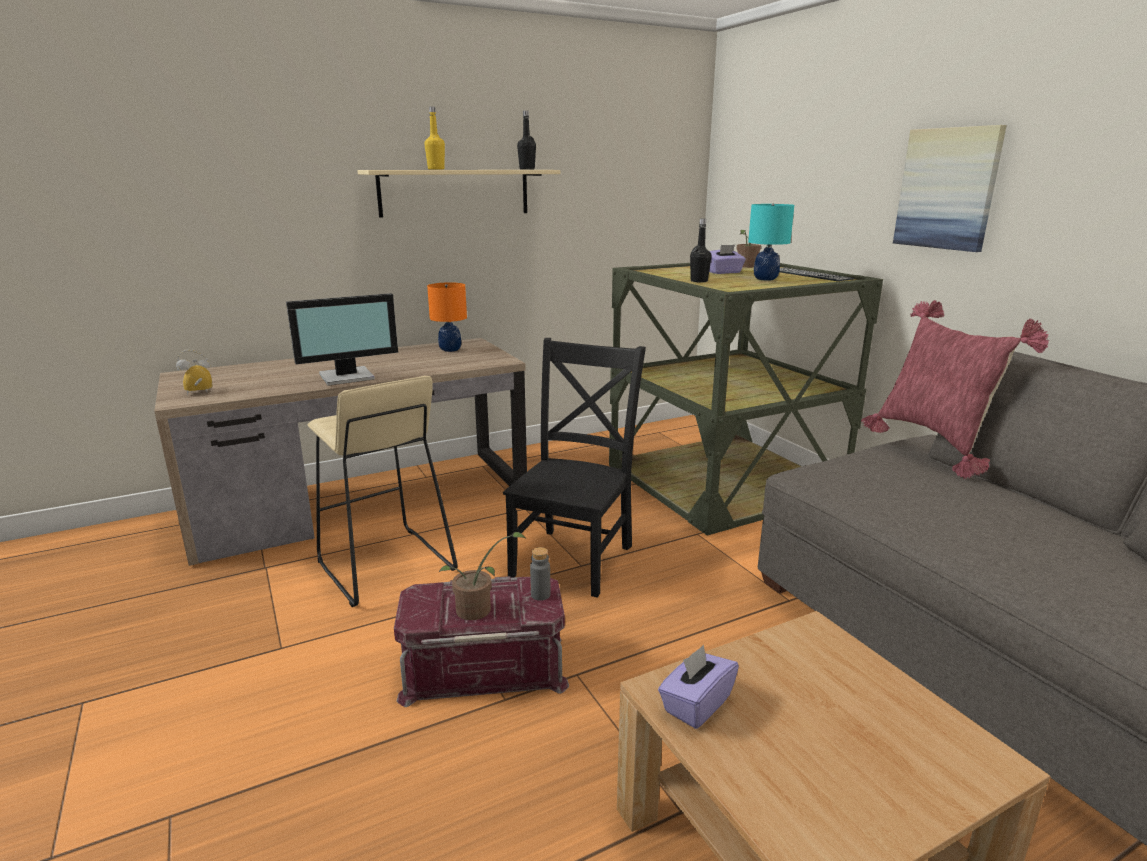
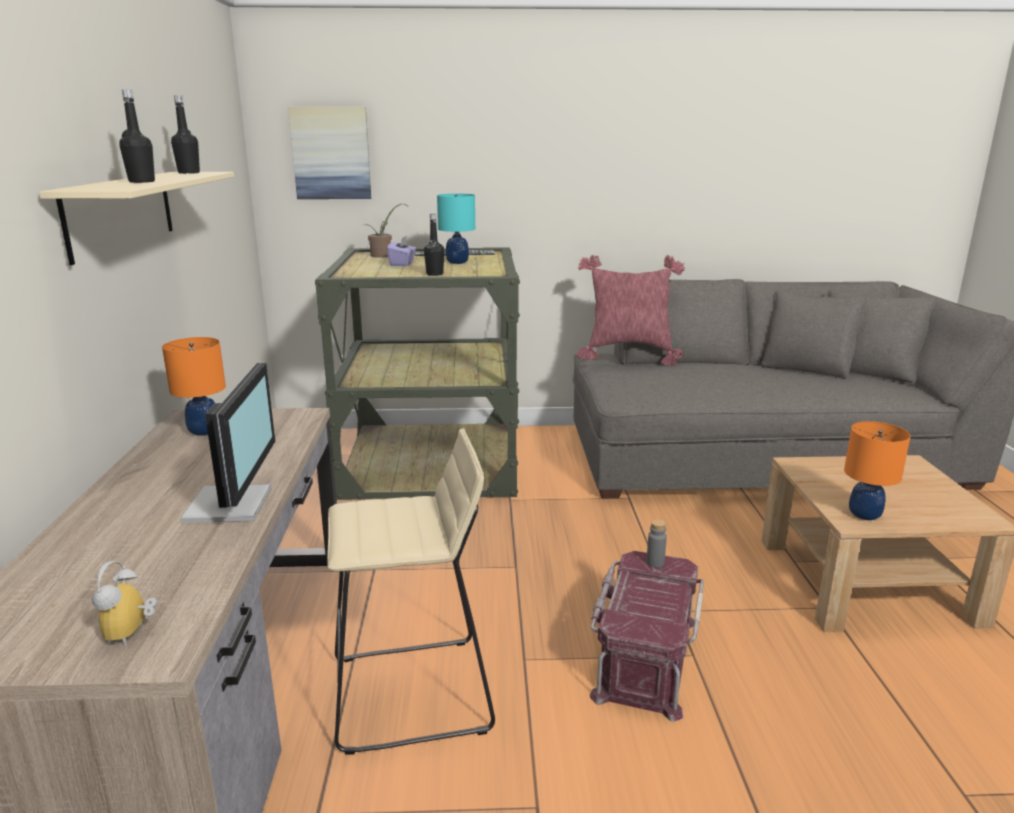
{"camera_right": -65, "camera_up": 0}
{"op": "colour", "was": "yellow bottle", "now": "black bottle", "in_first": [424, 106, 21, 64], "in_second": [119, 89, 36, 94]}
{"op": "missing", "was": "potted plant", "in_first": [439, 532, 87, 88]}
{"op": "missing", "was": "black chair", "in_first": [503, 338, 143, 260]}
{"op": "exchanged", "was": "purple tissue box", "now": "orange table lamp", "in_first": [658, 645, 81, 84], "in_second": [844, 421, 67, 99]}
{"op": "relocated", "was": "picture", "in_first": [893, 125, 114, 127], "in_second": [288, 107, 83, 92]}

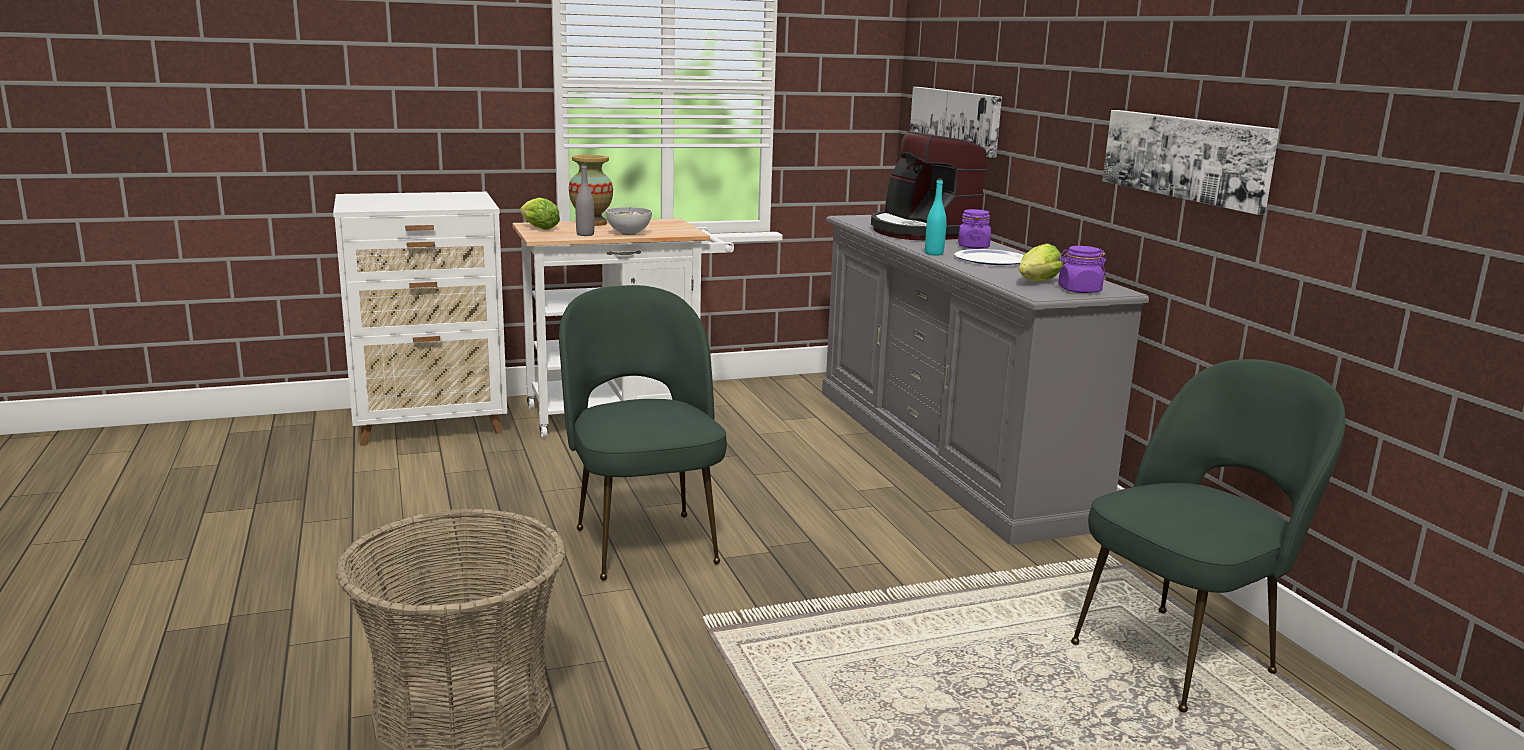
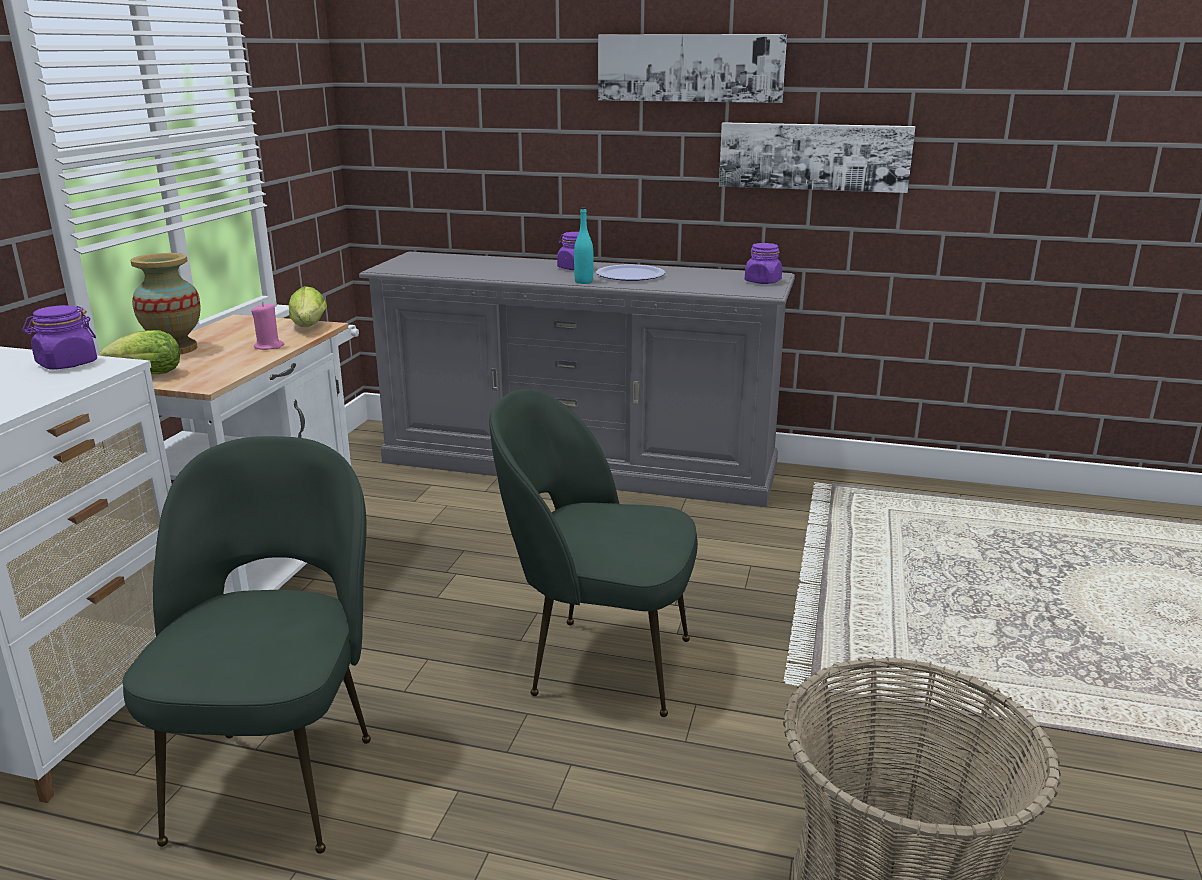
{"camera_right": -55, "camera_up": 5}
{"op": "missing", "was": "grey bottle", "in_first": [576, 164, 18, 72]}
{"op": "exchanged", "was": "bowl", "now": "pink candle", "in_first": [605, 207, 47, 28], "in_second": [251, 302, 33, 48]}
{"op": "missing", "was": "coffee machine", "in_first": [871, 131, 115, 110]}
{"op": "relocated", "was": "picture", "in_first": [910, 87, 92, 71], "in_second": [598, 34, 189, 69]}
{"op": "relocated", "was": "lettuce", "in_first": [1019, 244, 44, 38], "in_second": [289, 286, 38, 41]}
{"op": "relocated", "was": "green chair", "in_first": [1071, 359, 274, 353], "in_second": [123, 436, 248, 418]}
{"op": "appeared", "now": "purple jar", "in_second": [22, 305, 75, 64]}

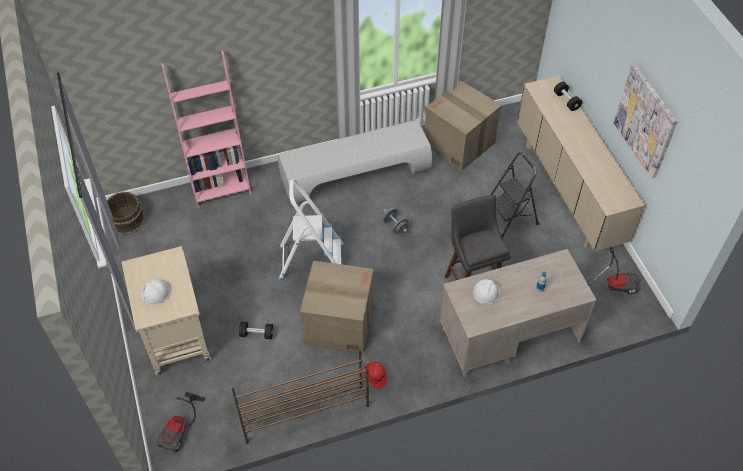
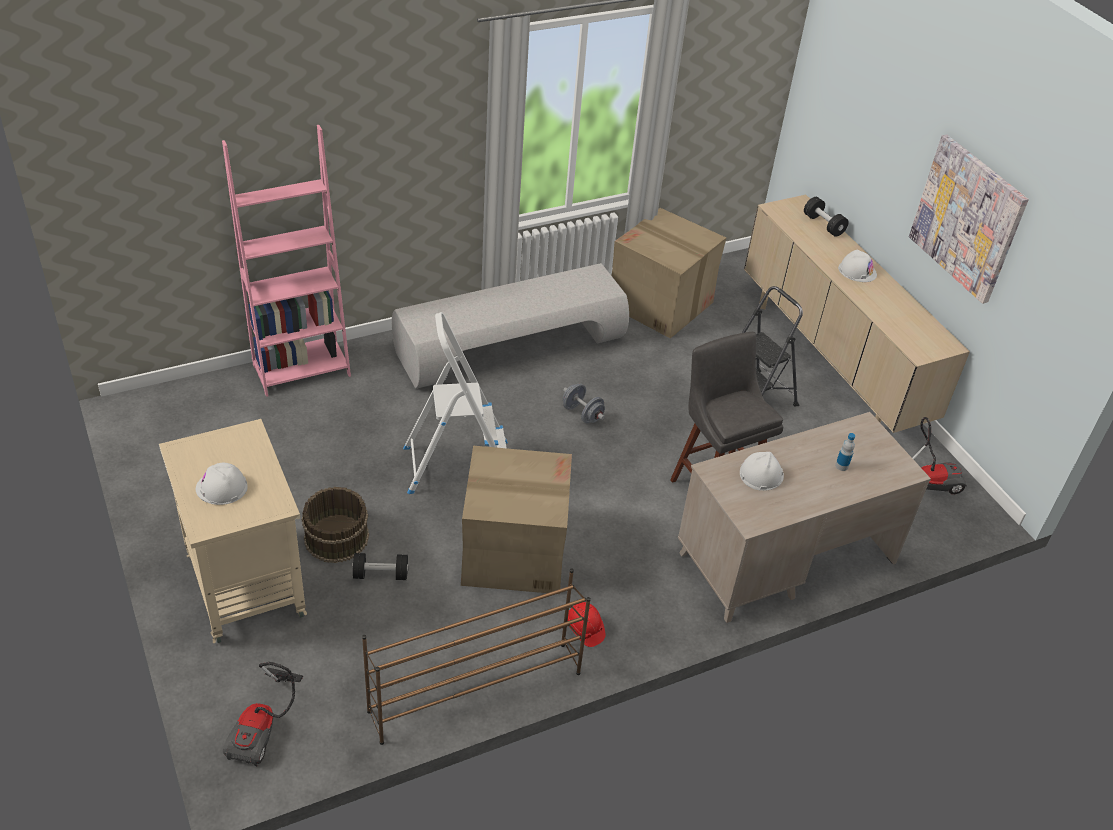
{"camera_right": -10, "camera_up": -10}
{"op": "relocated", "was": "brown bucket", "in_first": [107, 192, 38, 43], "in_second": [302, 487, 67, 76]}
{"op": "appeared", "now": "white hard hat", "in_second": [838, 250, 39, 32]}

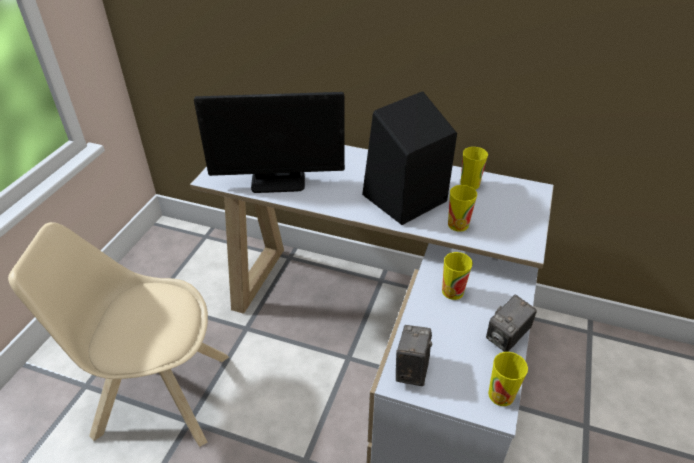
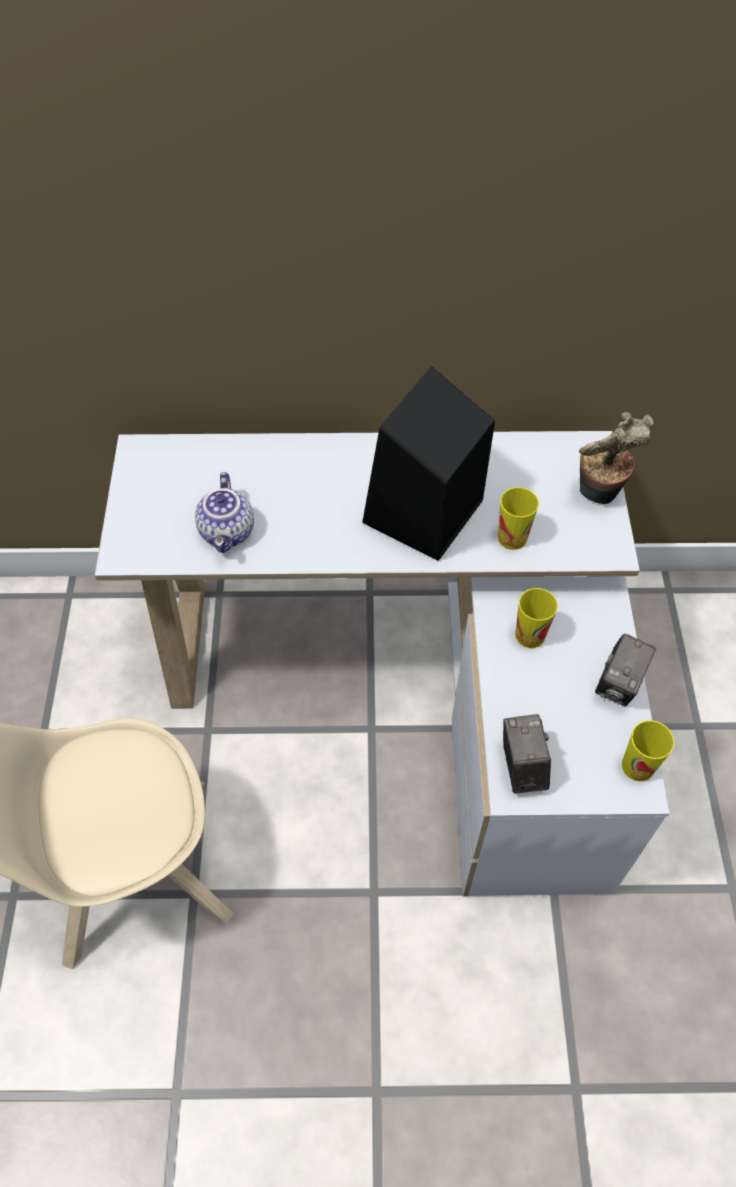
{"camera_right": -20, "camera_up": 15}
{"op": "exchanged", "was": "monitor", "now": "teapot", "in_first": [194, 92, 151, 101], "in_second": [195, 472, 59, 81]}
{"op": "missing", "was": "cup", "in_first": [461, 147, 27, 43]}
{"op": "appeared", "now": "potted plant", "in_second": [579, 412, 75, 92]}

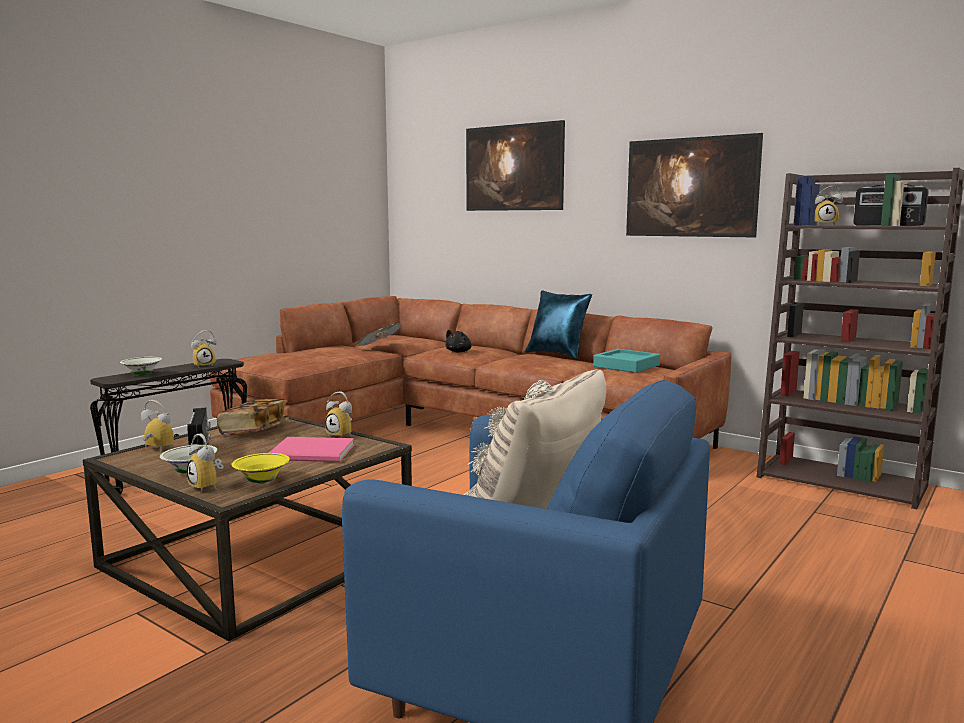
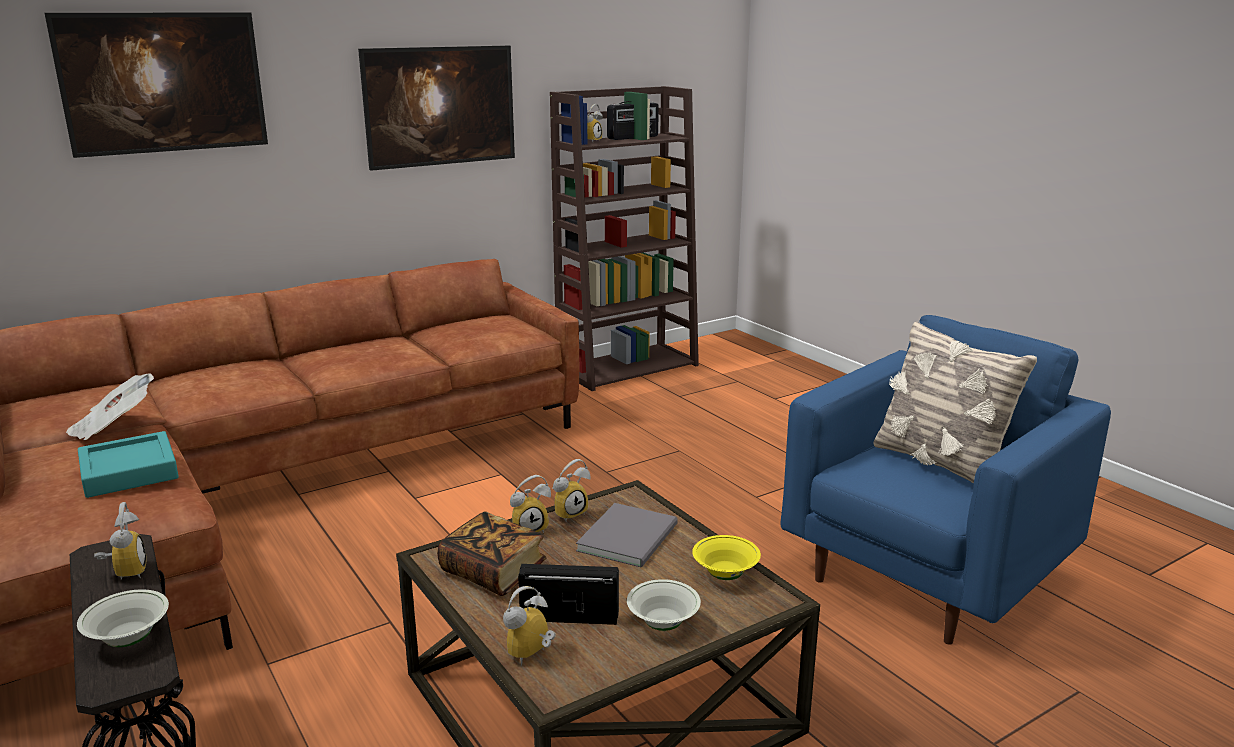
{"camera_right": -70, "camera_up": 10}
{"op": "relocated", "was": "alarm clock", "in_first": [187, 434, 37, 58], "in_second": [510, 475, 41, 58]}
{"op": "colour", "was": "pink book", "now": "grey book", "in_first": [269, 437, 85, 25], "in_second": [576, 503, 102, 64]}
{"op": "missing", "was": "black plush toy", "in_first": [445, 330, 27, 22]}
{"op": "missing", "was": "blue pillow", "in_first": [525, 290, 67, 70]}
{"op": "relocated", "was": "turquoise tray", "in_first": [593, 349, 67, 24], "in_second": [78, 431, 101, 67]}

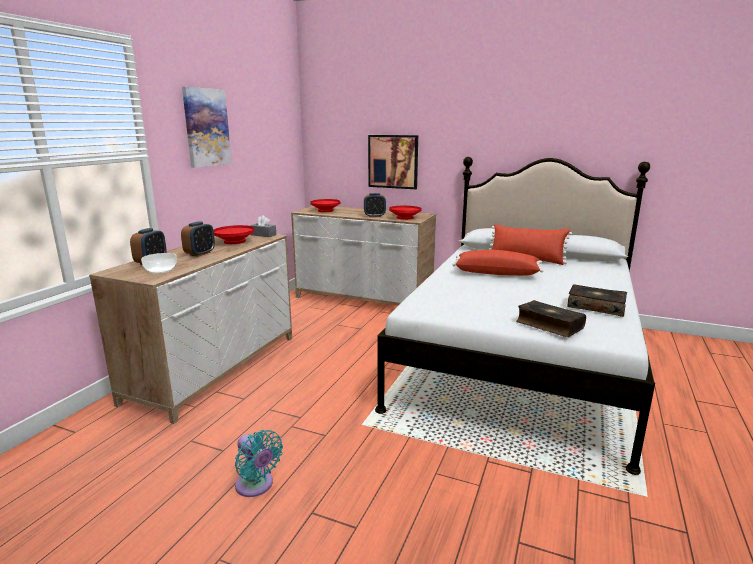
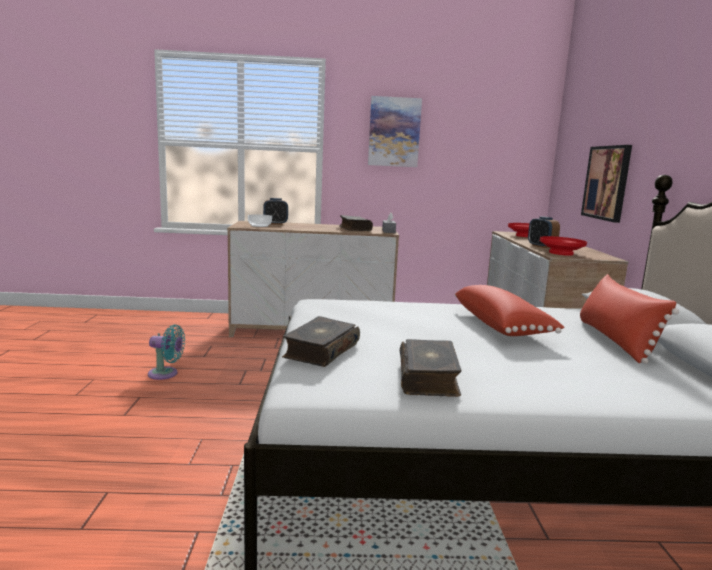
{"camera_right": 65, "camera_up": -5}
{"op": "missing", "was": "alarm clock", "in_first": [181, 221, 34, 36]}
{"op": "exchanged", "was": "red bowl", "now": "book", "in_first": [214, 225, 40, 19], "in_second": [339, 215, 34, 16]}
{"op": "spun", "was": "turquoise fan", "in_first": [235, 430, 48, 67], "in_second": [148, 324, 37, 56], "clockwise": -105}

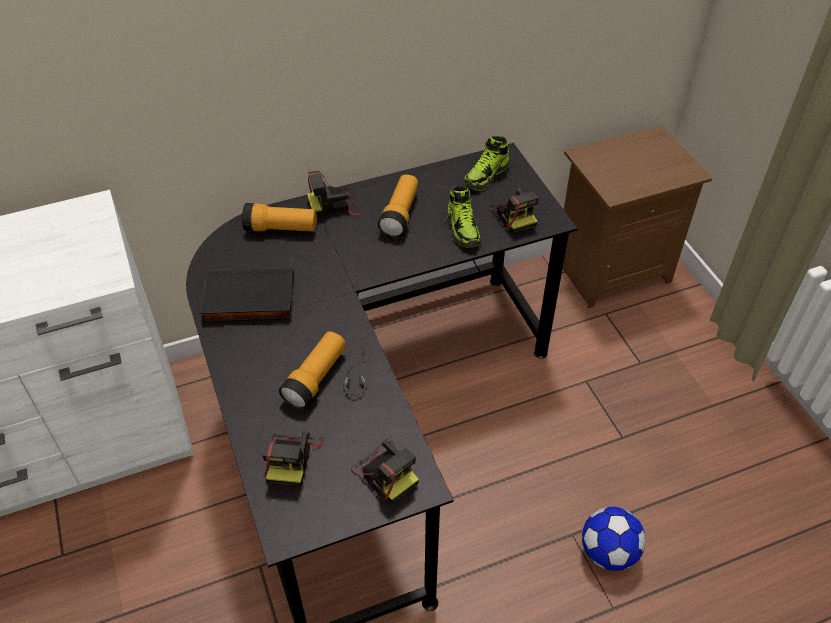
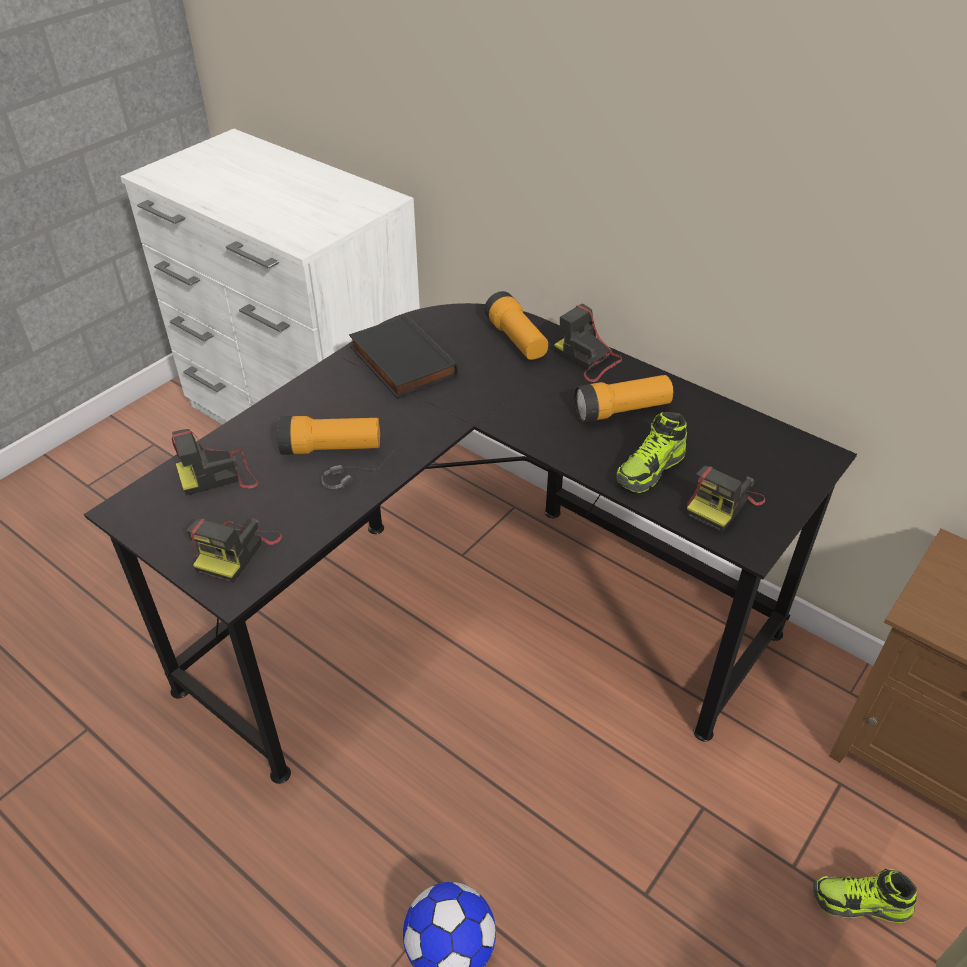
{"camera_right": 60, "camera_up": -5}
{"op": "relocated", "was": "shoe", "in_first": [464, 136, 45, 55], "in_second": [813, 869, 104, 54]}

